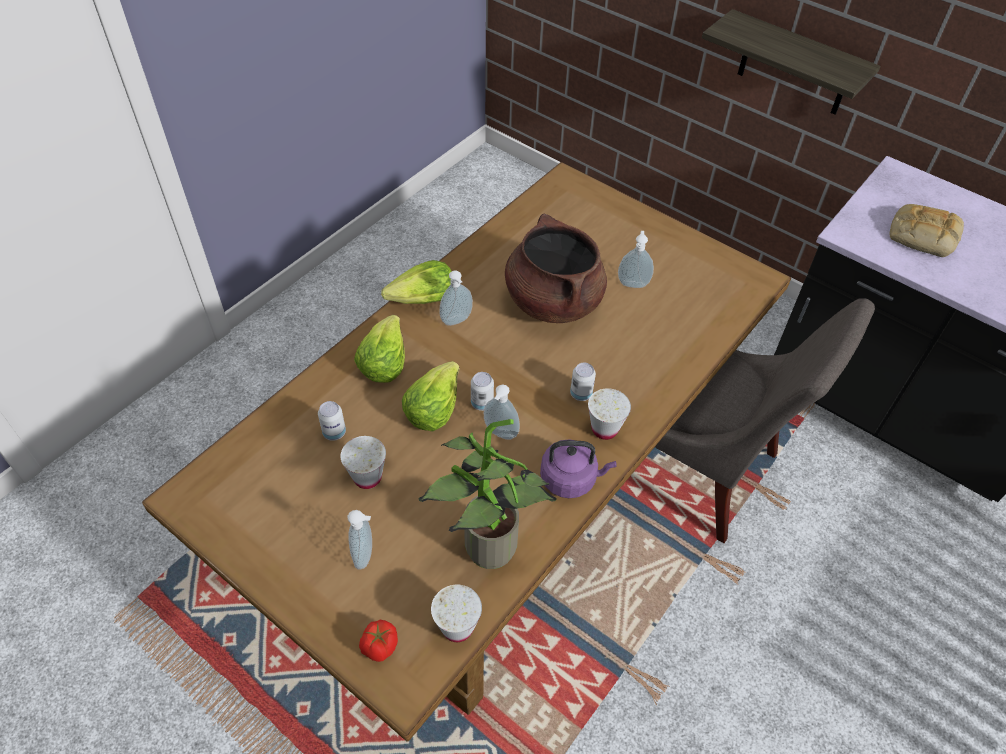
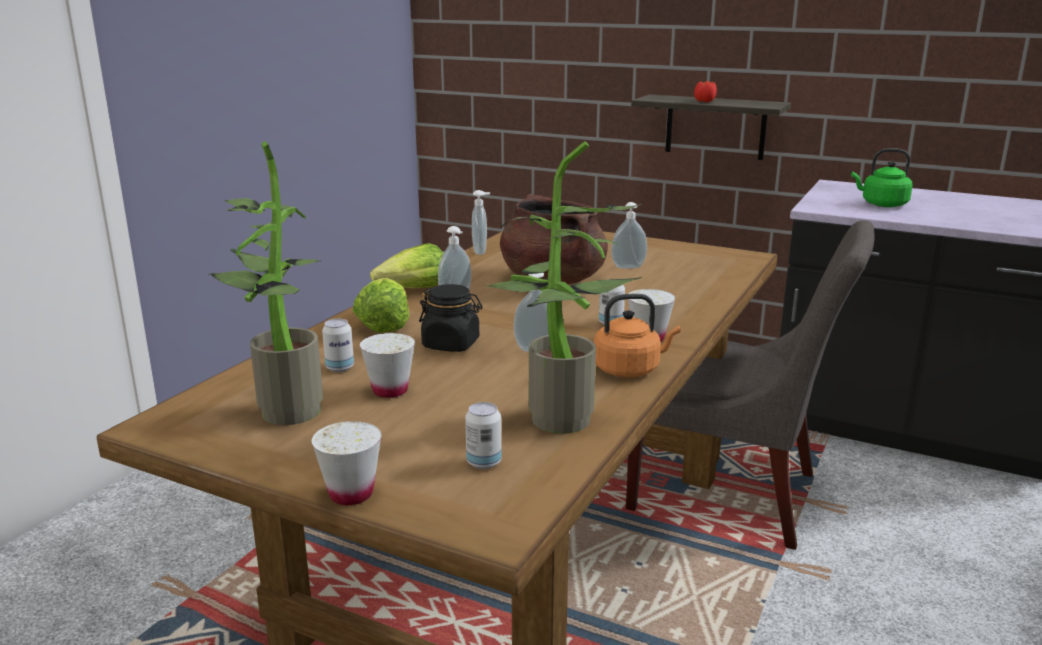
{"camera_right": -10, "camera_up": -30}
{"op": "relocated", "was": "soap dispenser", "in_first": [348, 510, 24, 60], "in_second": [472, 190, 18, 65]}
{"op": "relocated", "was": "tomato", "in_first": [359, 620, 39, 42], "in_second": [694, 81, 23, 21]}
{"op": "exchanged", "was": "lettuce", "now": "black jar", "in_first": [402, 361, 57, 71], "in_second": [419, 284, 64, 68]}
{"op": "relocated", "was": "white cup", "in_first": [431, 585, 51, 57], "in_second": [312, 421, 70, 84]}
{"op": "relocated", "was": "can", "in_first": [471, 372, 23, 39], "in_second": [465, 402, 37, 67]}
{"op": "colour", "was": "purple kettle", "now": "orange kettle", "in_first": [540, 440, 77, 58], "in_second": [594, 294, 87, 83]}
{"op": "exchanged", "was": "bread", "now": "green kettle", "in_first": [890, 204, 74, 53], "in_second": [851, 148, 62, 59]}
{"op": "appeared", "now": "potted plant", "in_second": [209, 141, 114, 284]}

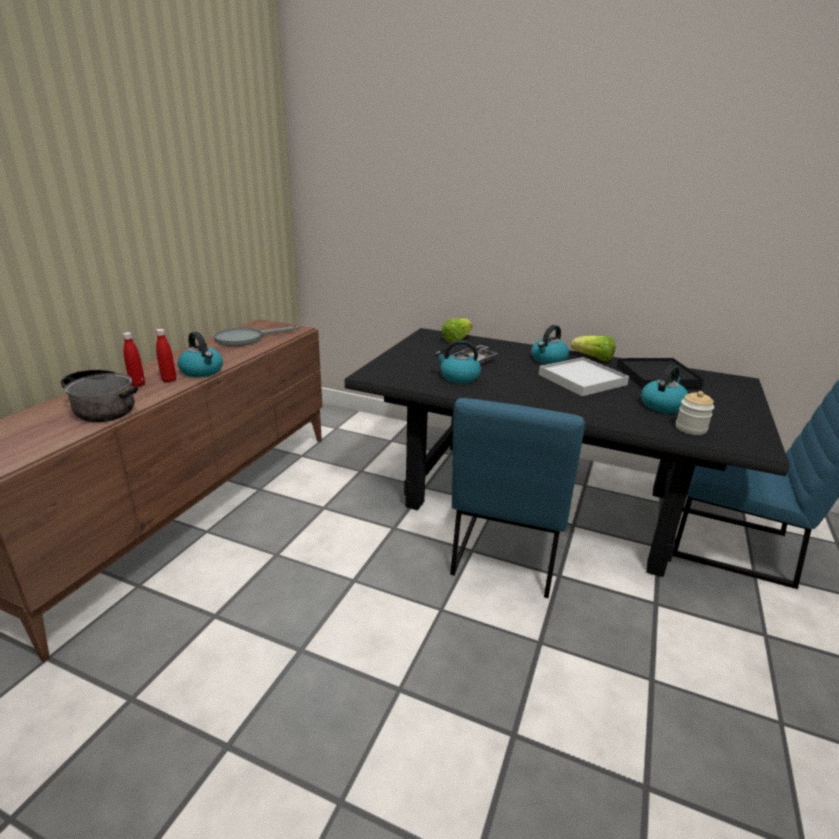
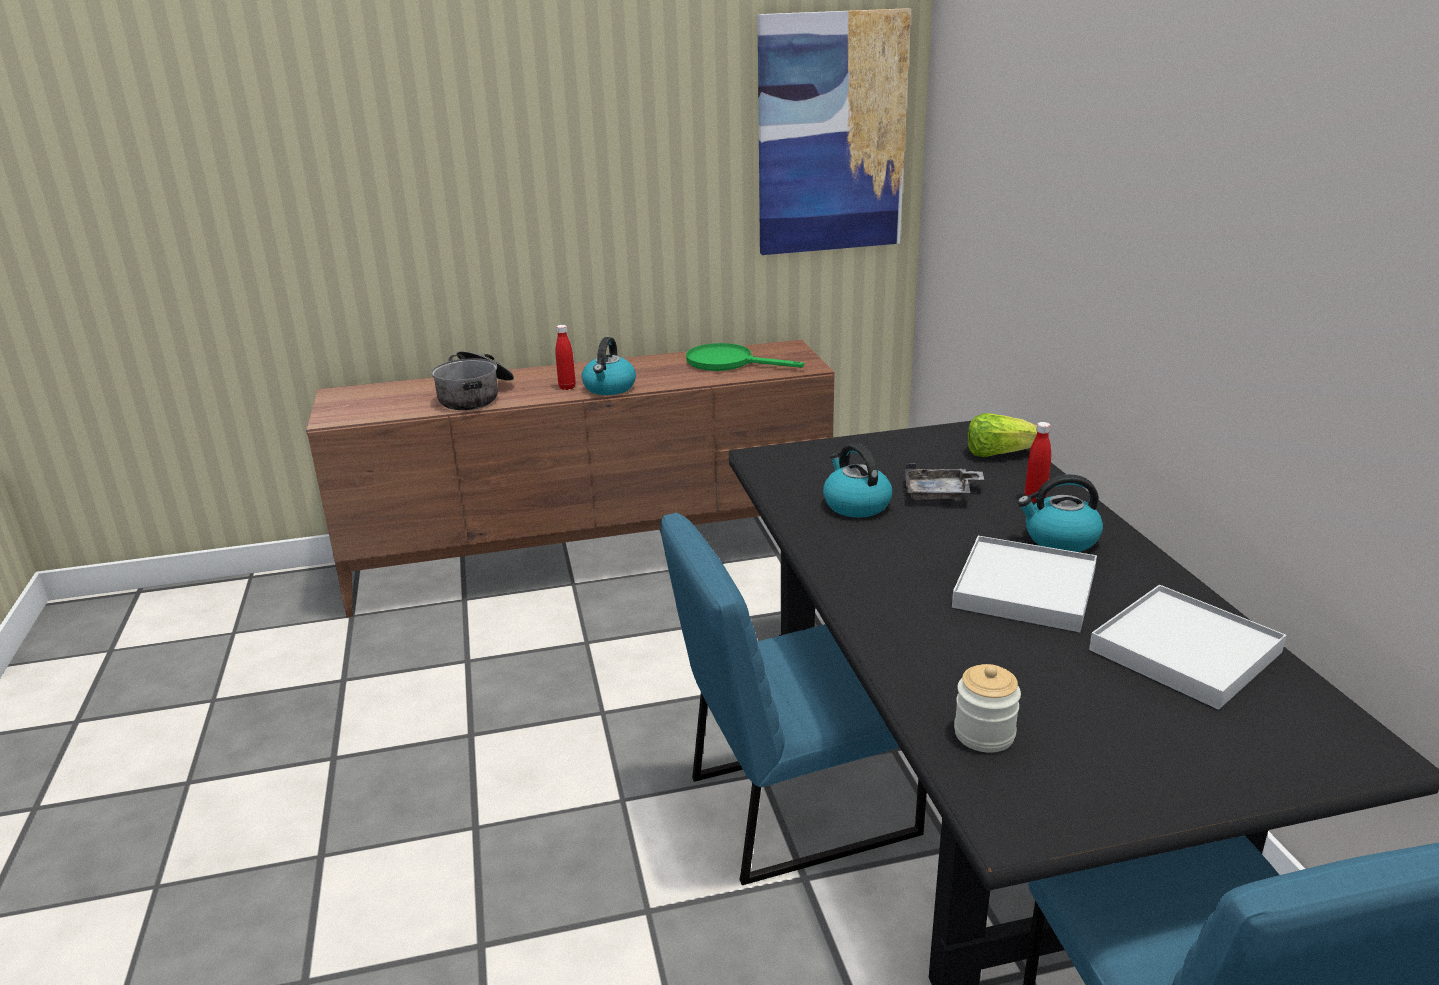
{"camera_right": 55, "camera_up": 0}
{"op": "relocated", "was": "red bottle", "in_first": [122, 332, 23, 55], "in_second": [1025, 422, 26, 80]}
{"op": "colour", "was": "grey frying pan", "now": "green frying pan", "in_first": [214, 326, 85, 20], "in_second": [686, 343, 118, 28]}
{"op": "missing", "was": "lettuce", "in_first": [571, 335, 44, 27]}
{"op": "colour", "was": "black tray", "now": "white tray", "in_first": [617, 358, 87, 31], "in_second": [1089, 585, 197, 125]}
{"op": "missing", "was": "kettle", "in_first": [641, 365, 48, 48]}
{"op": "appeared", "now": "picture", "in_second": [758, 8, 153, 247]}

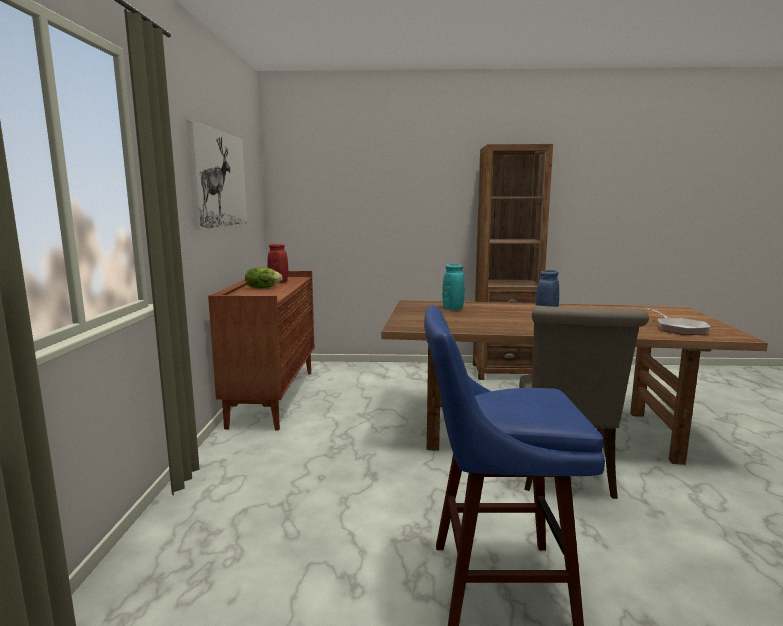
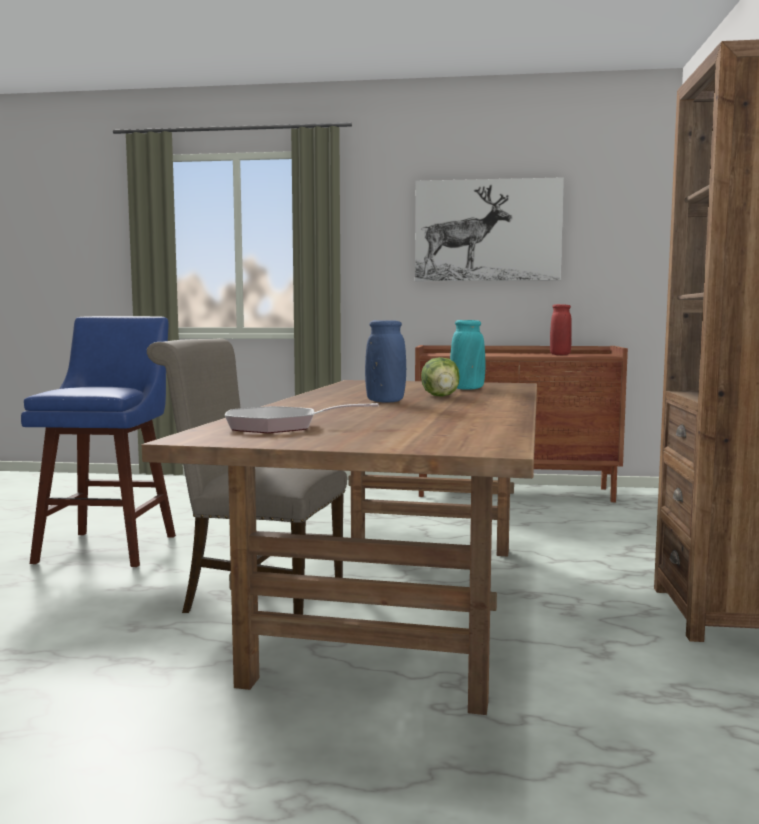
{"camera_right": 95, "camera_up": -5}
{"op": "relocated", "was": "lettuce", "in_first": [245, 267, 38, 21], "in_second": [421, 357, 39, 40]}

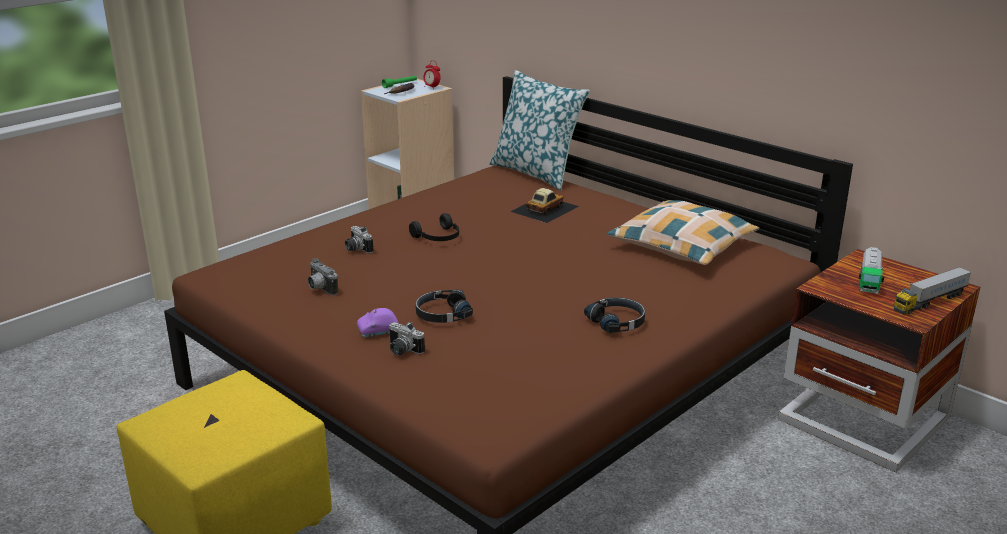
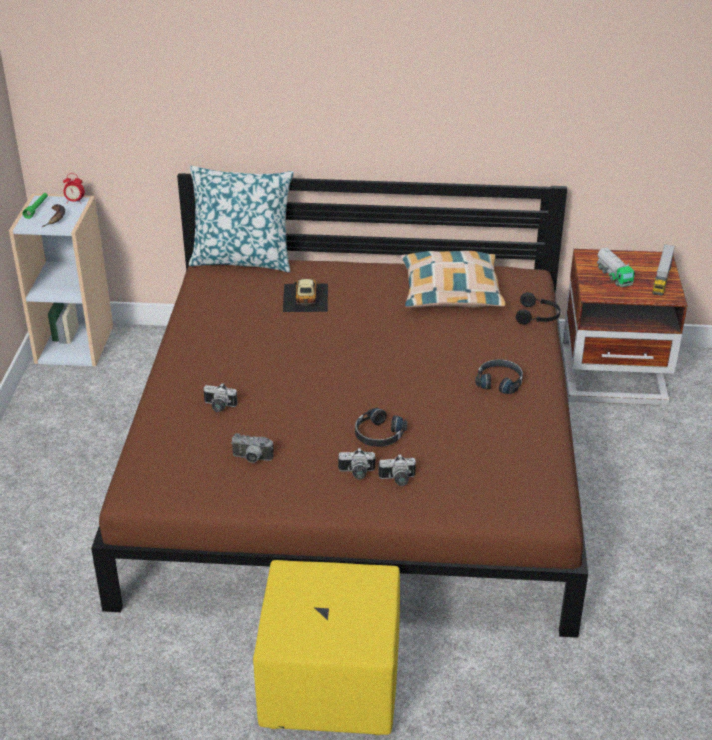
{"camera_right": -40, "camera_up": 10}
{"op": "exchanged", "was": "purple toy car", "now": "photo camera", "in_first": [357, 308, 41, 30], "in_second": [338, 448, 37, 31]}
{"op": "relocated", "was": "black headphones", "in_first": [409, 213, 50, 28], "in_second": [516, 292, 45, 33]}

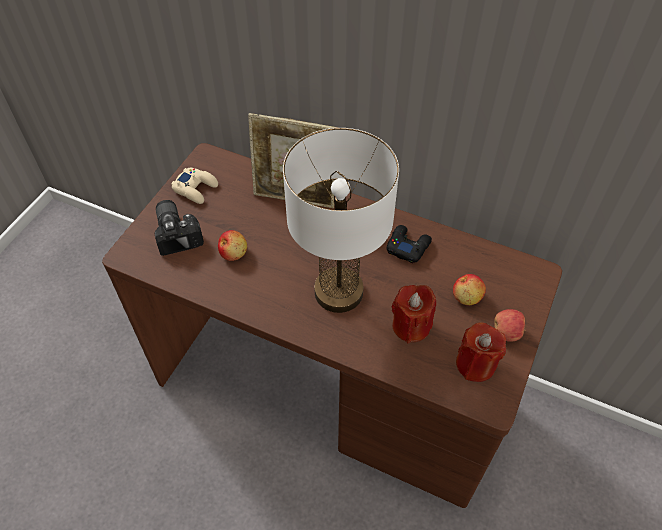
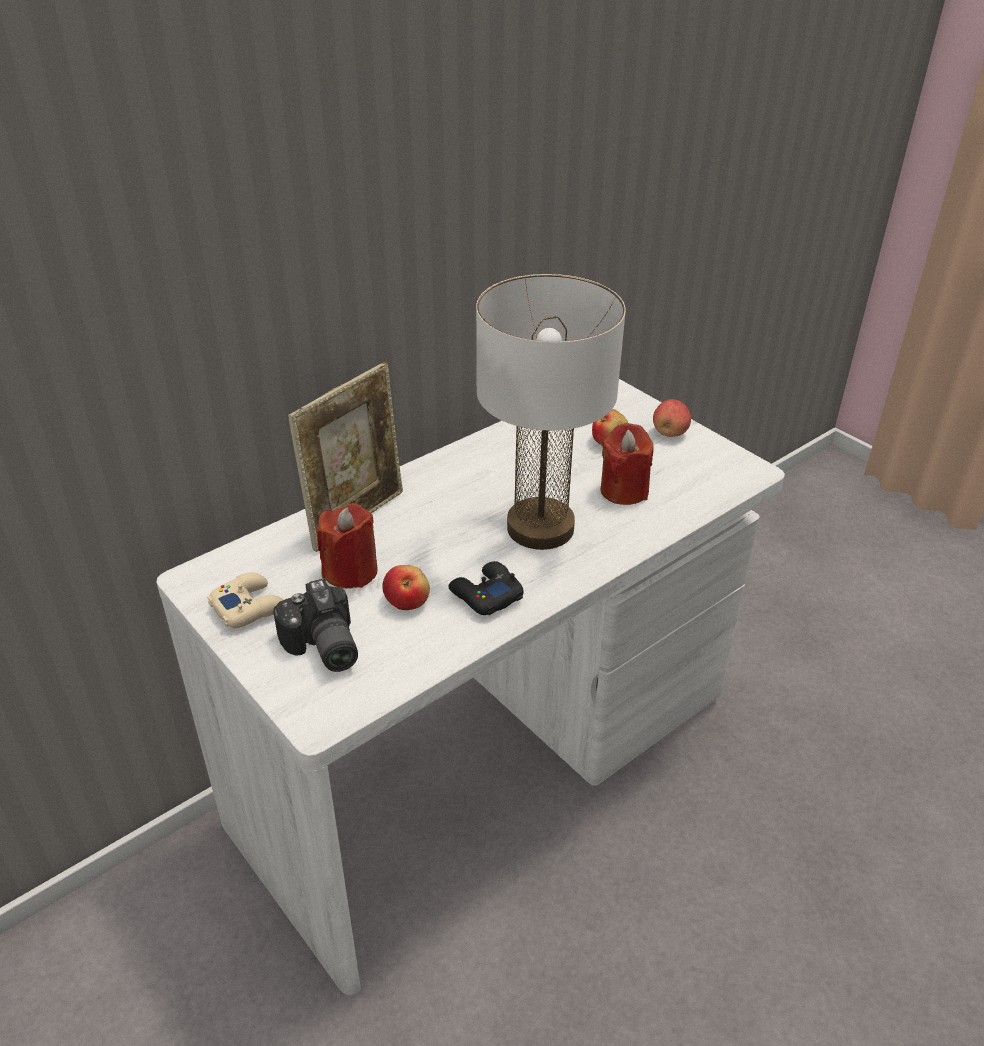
{"camera_right": -65, "camera_up": -15}
{"op": "colour", "was": "brown desk", "now": "white desk", "in_first": [102, 143, 460, 365], "in_second": [156, 379, 629, 616]}
{"op": "spun", "was": "photo camera", "in_first": [155, 200, 49, 56], "in_second": [273, 579, 85, 93], "clockwise": -120}
{"op": "relocated", "was": "black game controller", "in_first": [387, 225, 45, 38], "in_second": [448, 561, 76, 54]}
{"op": "relocated", "was": "red candle", "in_first": [456, 323, 50, 59], "in_second": [317, 503, 61, 86]}

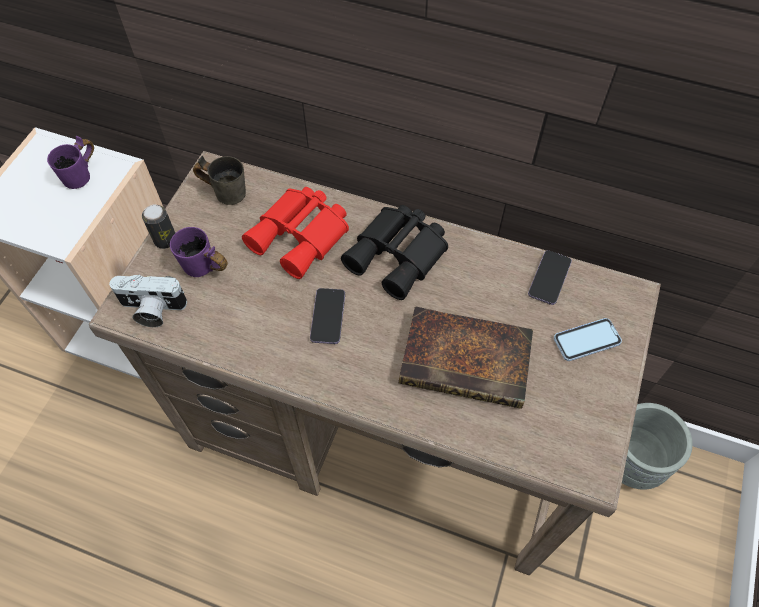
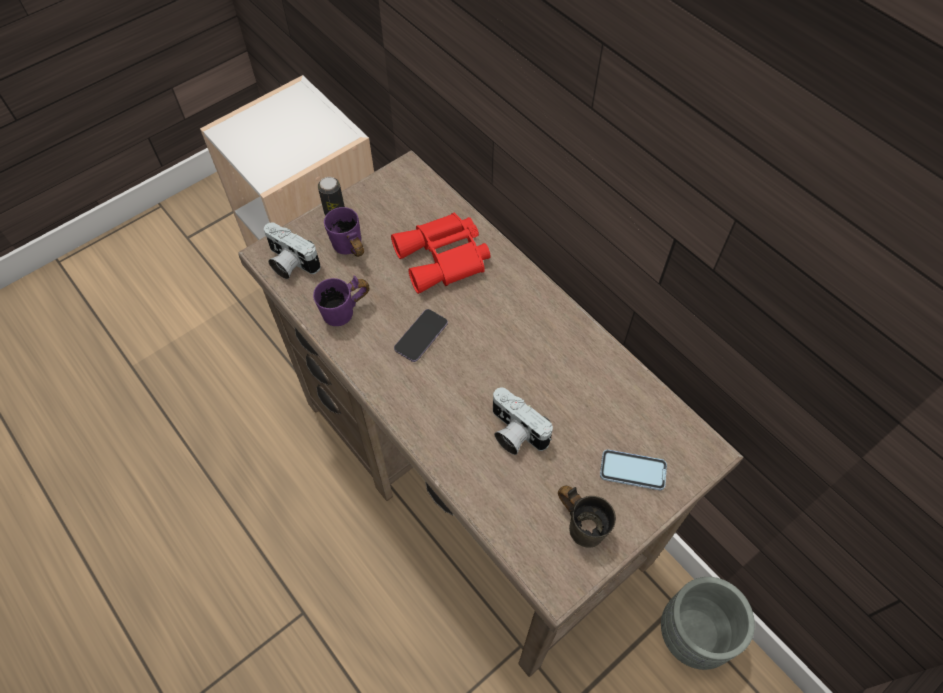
{"camera_right": 30, "camera_up": 0}
{"op": "relocated", "was": "purple mug", "in_first": [47, 136, 47, 53], "in_second": [313, 275, 56, 51]}
{"op": "relocated", "was": "grey mug", "in_first": [193, 156, 53, 49], "in_second": [558, 485, 58, 63]}
{"op": "missing", "was": "black binoculars", "in_first": [341, 205, 107, 95]}
{"op": "exchanged", "was": "book", "now": "photo camera", "in_first": [399, 306, 134, 103], "in_second": [493, 388, 60, 67]}
{"op": "missing", "was": "phone", "in_first": [528, 250, 44, 55]}

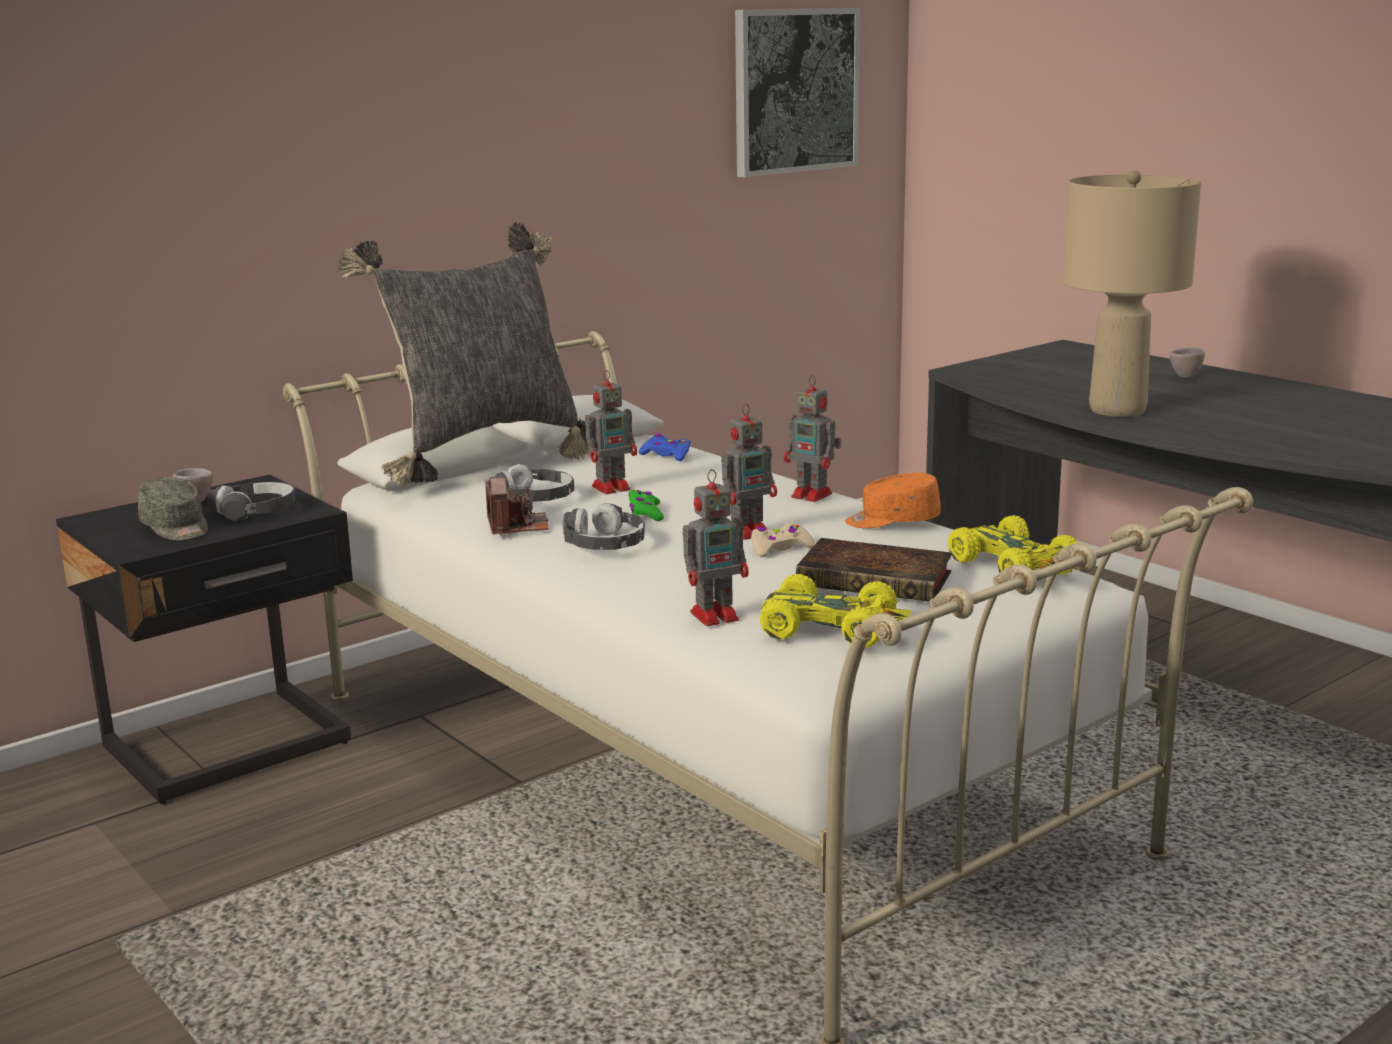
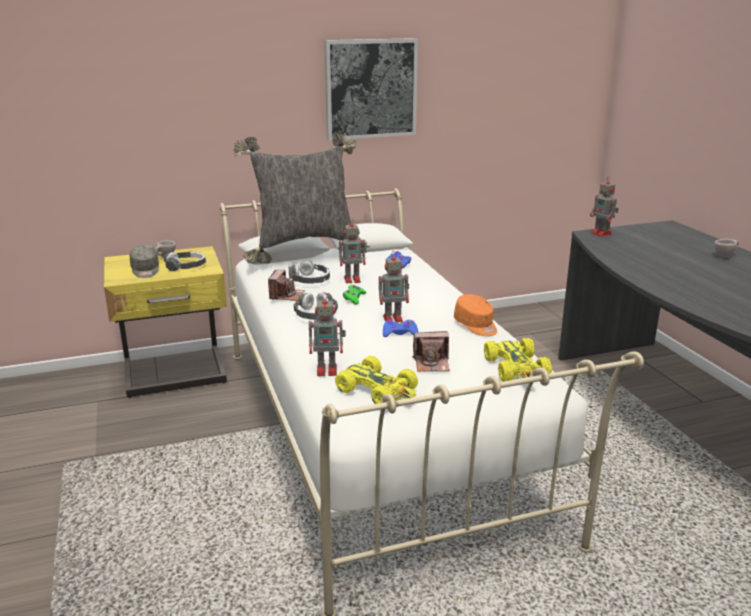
{"camera_right": 20, "camera_up": 5}
{"op": "colour", "was": "black nightstand", "now": "yellow nightstand", "in_first": [56, 475, 297, 329], "in_second": [104, 246, 123, 152]}
{"op": "relocated", "was": "picture", "in_first": [735, 8, 125, 169], "in_second": [324, 38, 94, 102]}
{"op": "colour", "was": "beige game controller", "now": "blue game controller", "in_first": [751, 523, 64, 34], "in_second": [383, 320, 35, 17]}
{"op": "relocated", "was": "toy robot", "in_first": [784, 375, 57, 127], "in_second": [590, 176, 29, 61]}
{"op": "exchanged", "was": "book", "now": "photo camera", "in_first": [796, 538, 156, 64], "in_second": [412, 331, 38, 41]}
{"op": "spun", "was": "orange cap", "in_first": [845, 473, 96, 55], "in_second": [454, 294, 43, 42], "clockwise": -135}
{"op": "missing", "was": "beige table lamp", "in_first": [1062, 170, 139, 247]}

